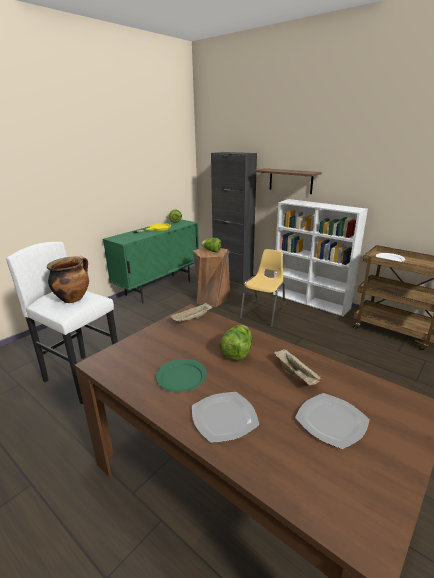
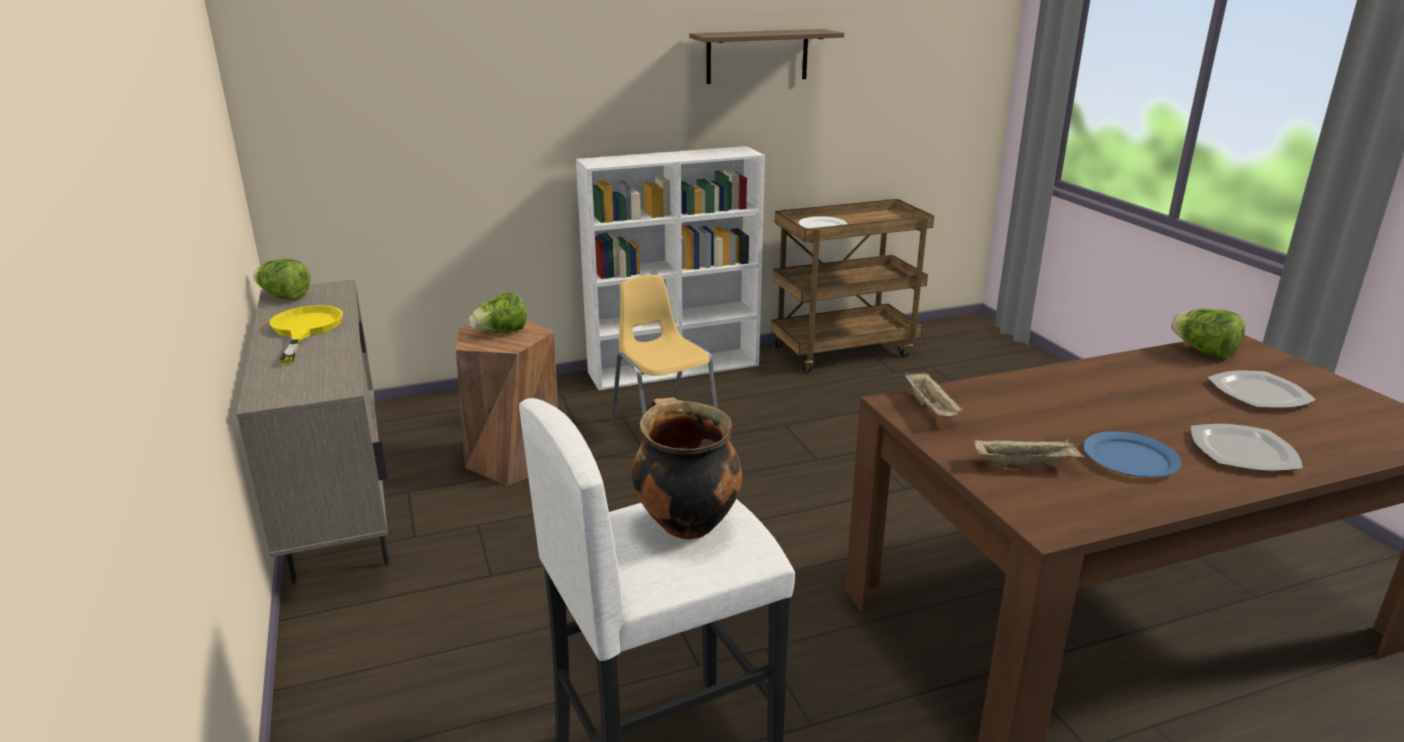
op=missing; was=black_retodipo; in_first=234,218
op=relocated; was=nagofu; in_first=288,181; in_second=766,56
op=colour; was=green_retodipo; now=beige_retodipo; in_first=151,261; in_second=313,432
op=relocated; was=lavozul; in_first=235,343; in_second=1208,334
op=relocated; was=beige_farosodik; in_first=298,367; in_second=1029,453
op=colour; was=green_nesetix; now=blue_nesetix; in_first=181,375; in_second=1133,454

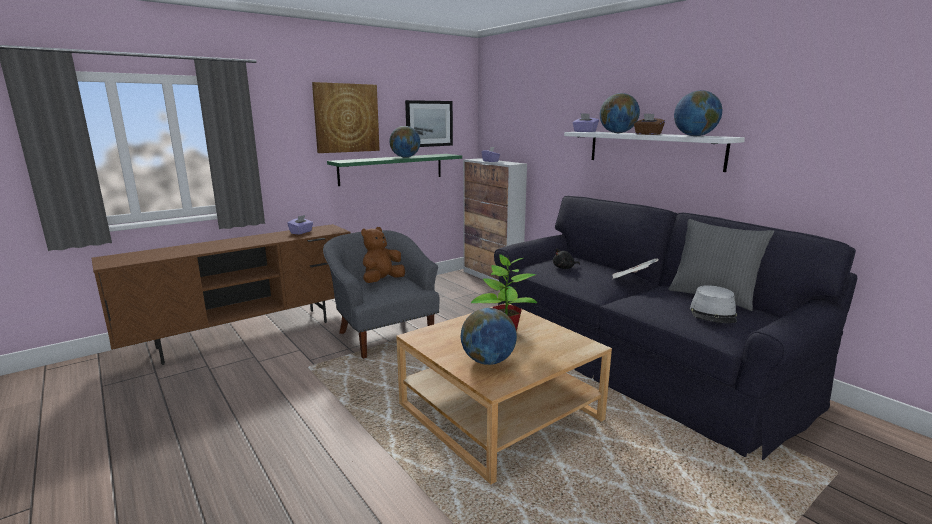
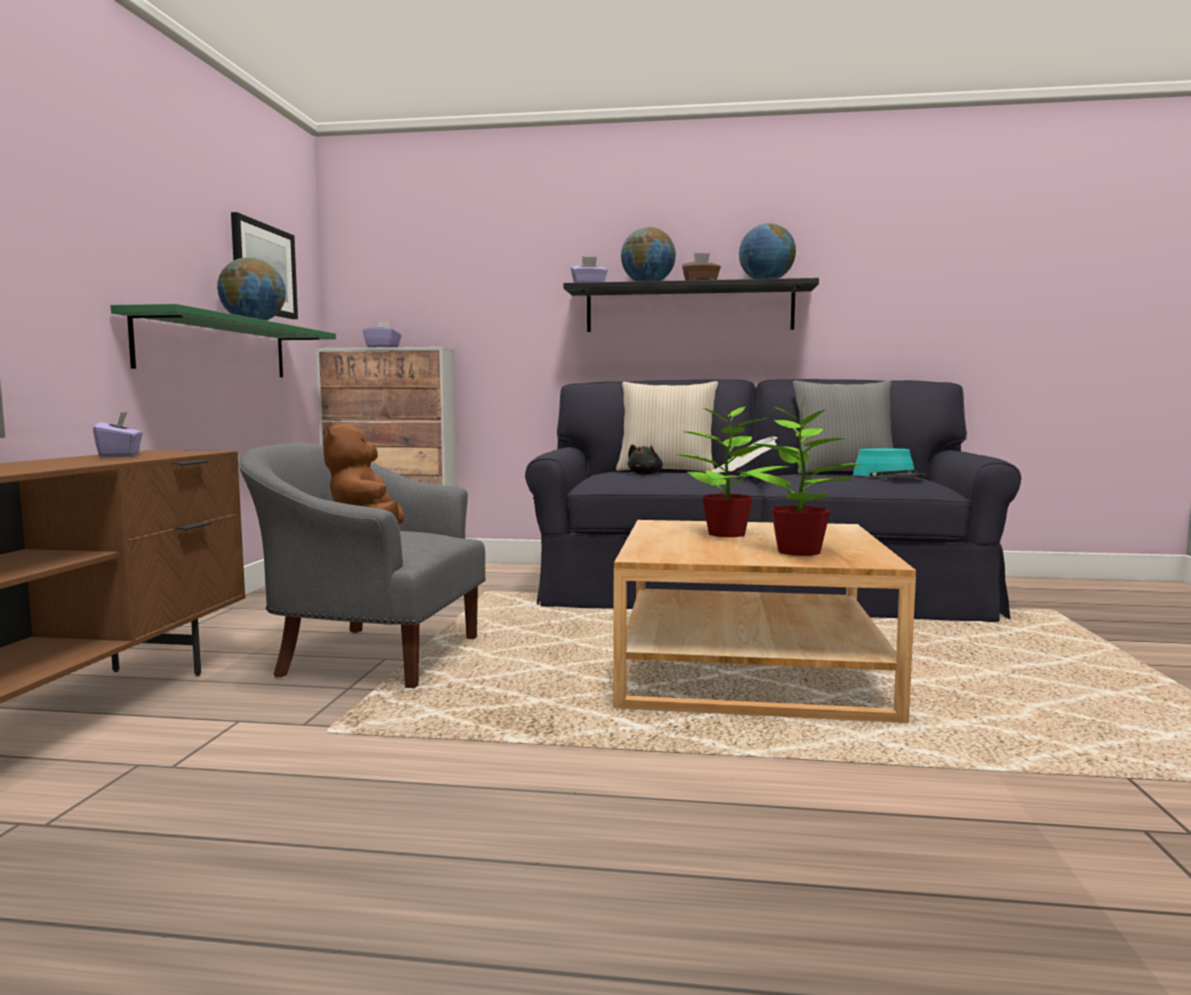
op=missing; was=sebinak; in_first=346,117
op=colour; was=white_nagofu; now=black_nagofu; in_first=654,152; in_second=691,305
op=colour; was=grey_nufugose; now=turquoise_nufugose; in_first=713,304; in_second=890,463
op=exchanged; was=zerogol; now=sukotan; in_first=489,336; in_second=800,478
op=appeared; now=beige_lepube; in_second=667,426

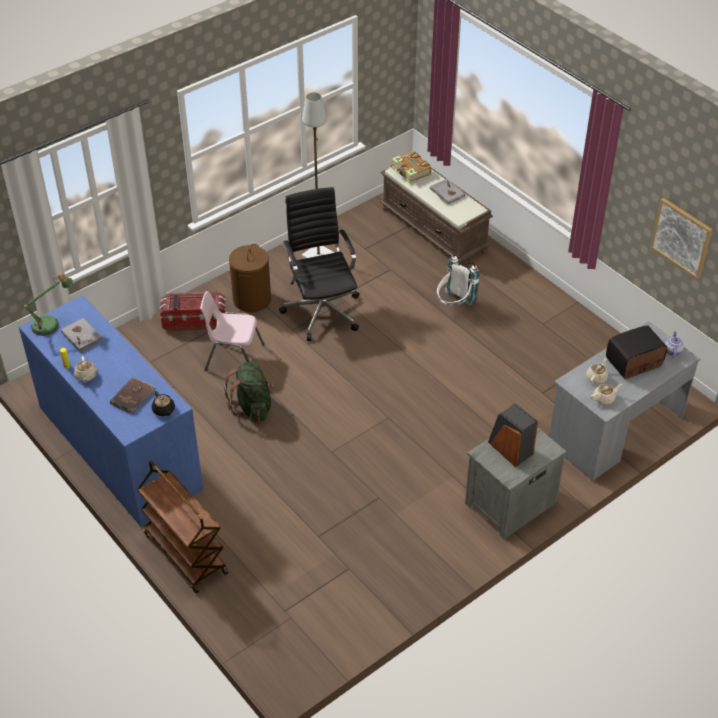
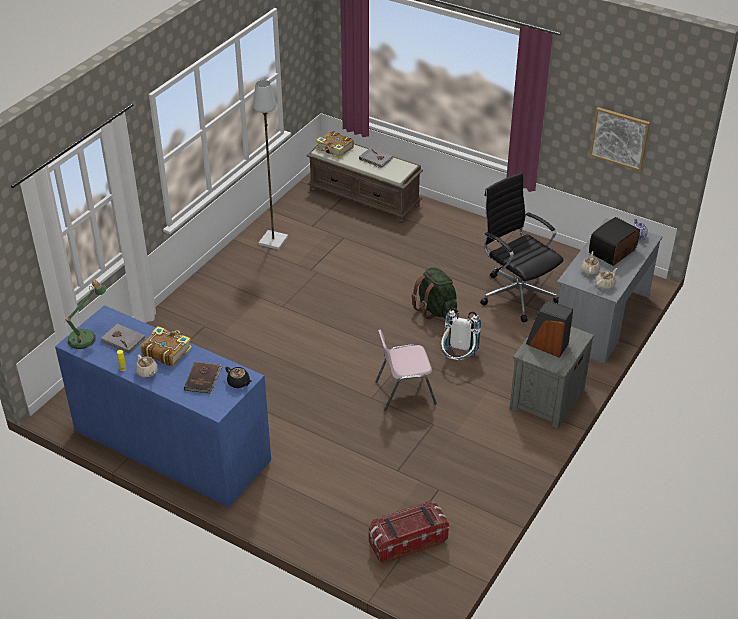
op=relocated; was=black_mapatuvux; in_first=319,264; in_second=521,247
op=missing; was=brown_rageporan; in_first=250,278
op=relocated; was=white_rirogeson; in_first=457,279; in_second=461,334
op=relocated; was=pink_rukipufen; in_first=232,331; in_second=406,370
op=relocated; was=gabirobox; in_first=193,311; in_second=409,533
op=relocated; was=green_rirogeson; in_first=249,392; in_second=434,293
op=missing; was=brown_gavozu; in_first=182,527
op=appeared; now=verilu; in_second=166,346

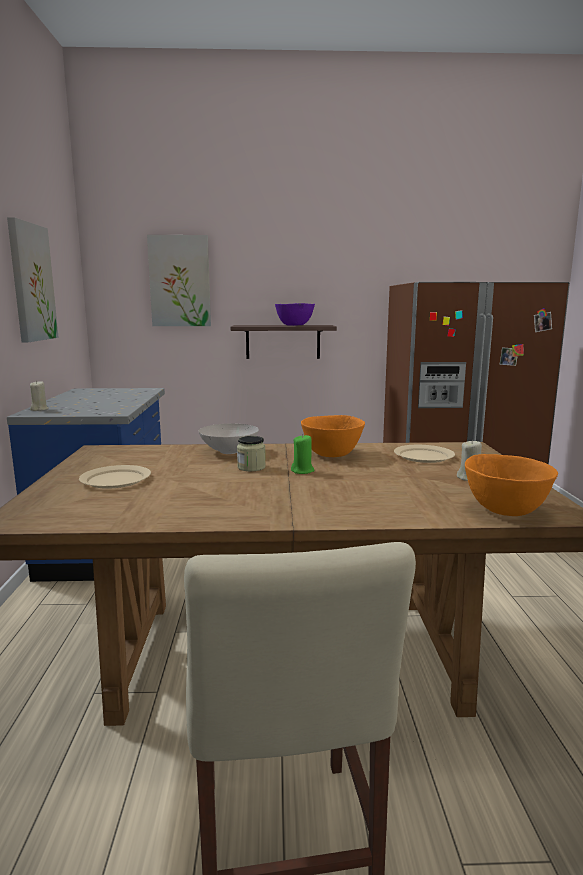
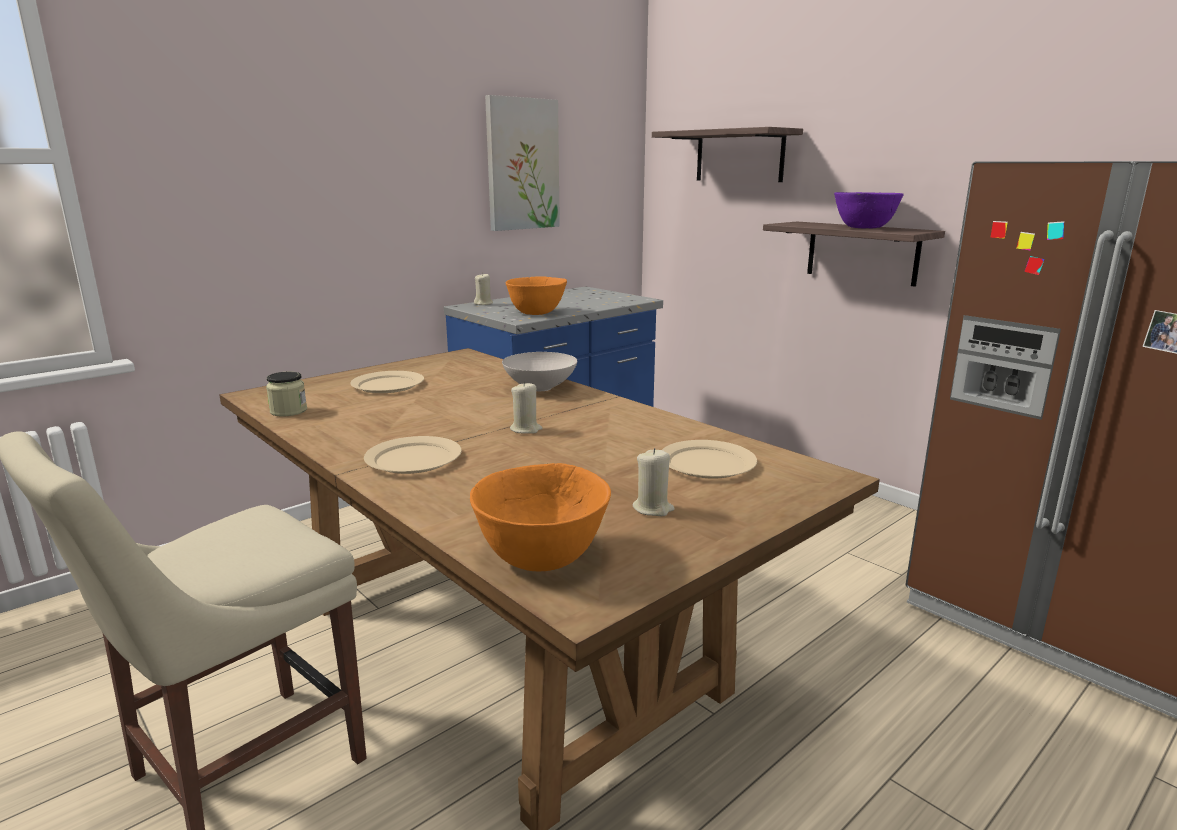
op=exchanged; was=sebinak; now=nagofu; in_first=179,280; in_second=727,154
op=relocated; was=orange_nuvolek; in_first=333,436; in_second=536,295
op=colour; was=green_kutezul; now=beige_kutezul; in_first=303,454; in_second=526,407
op=relocated; was=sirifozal; in_first=251,453; in_second=286,394
op=appeared; now=beige_nesetix; in_second=413,455

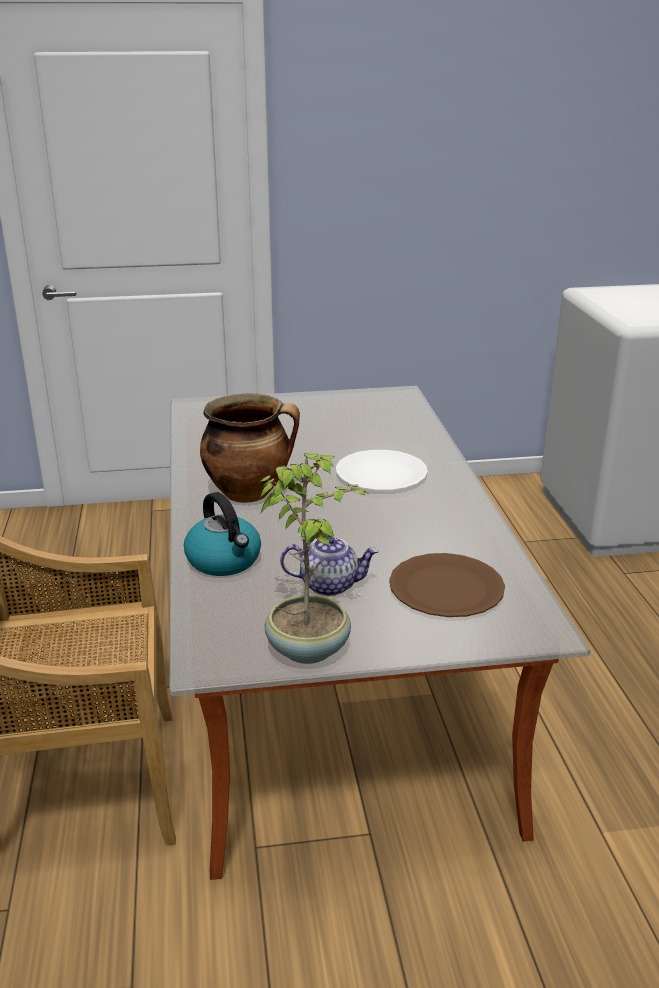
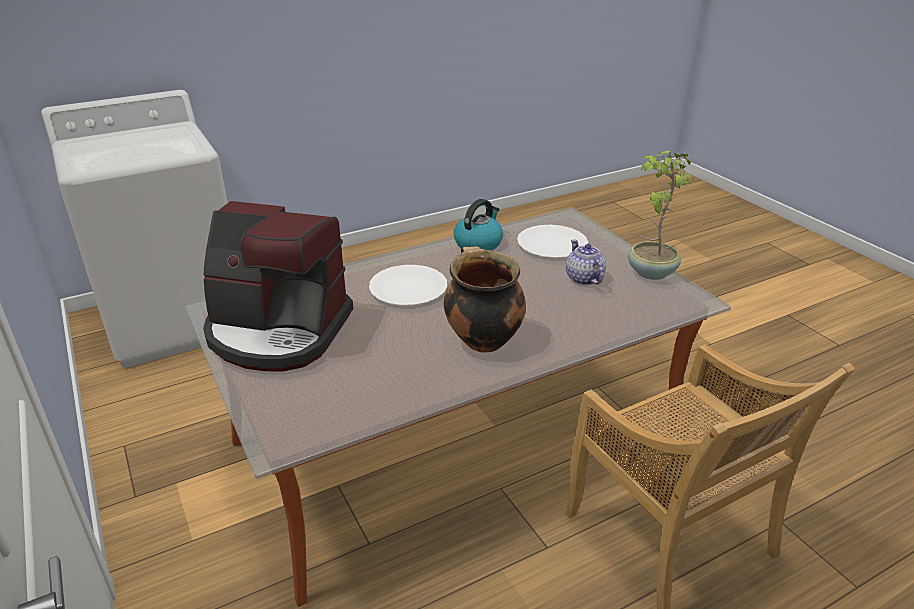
op=relocated; was=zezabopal; in_first=222,534; in_second=478,224
op=colour; was=brown_nesetix; now=white_nesetix; in_first=447,585; in_second=552,241
op=appeared; now=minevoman; in_second=278,286

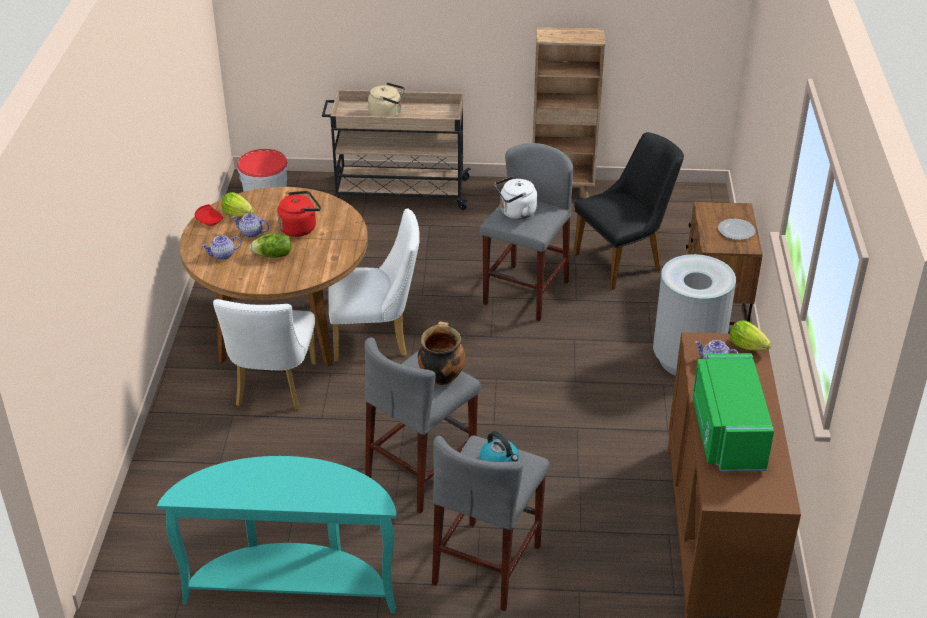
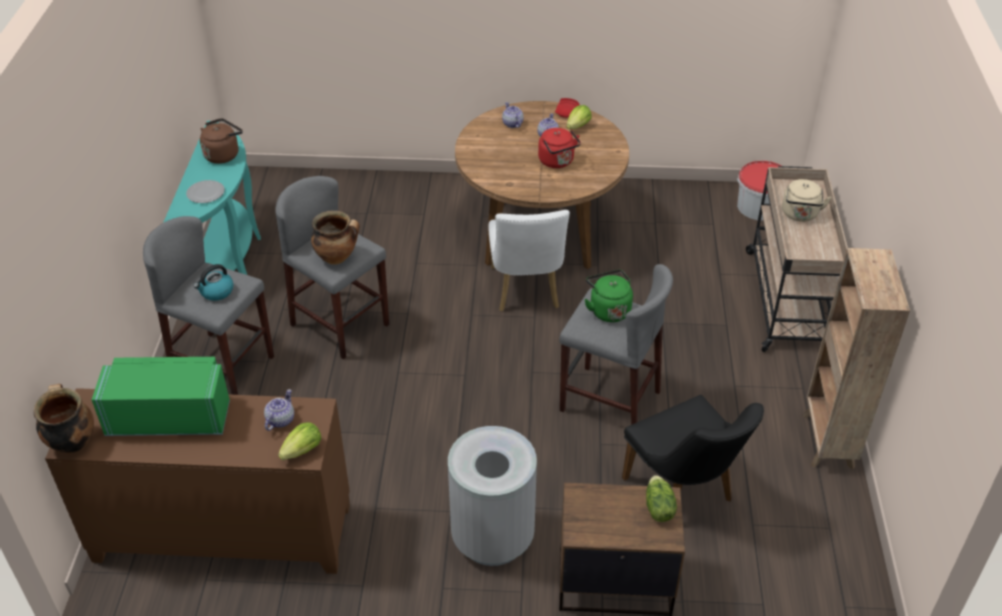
op=colour; was=white_zezabopal; now=green_zezabopal; in_first=516,198; in_second=608,296
op=relocated; was=nesetix; in_first=736,229; in_second=205,191
op=relocated; was=lavozul; in_first=270,245; in_second=661,498
op=missing; was=white_rukipufen; in_first=265,354
op=appeared; now=brown_zezabopal; in_second=221,141
op=appeared; now=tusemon; in_second=64,419

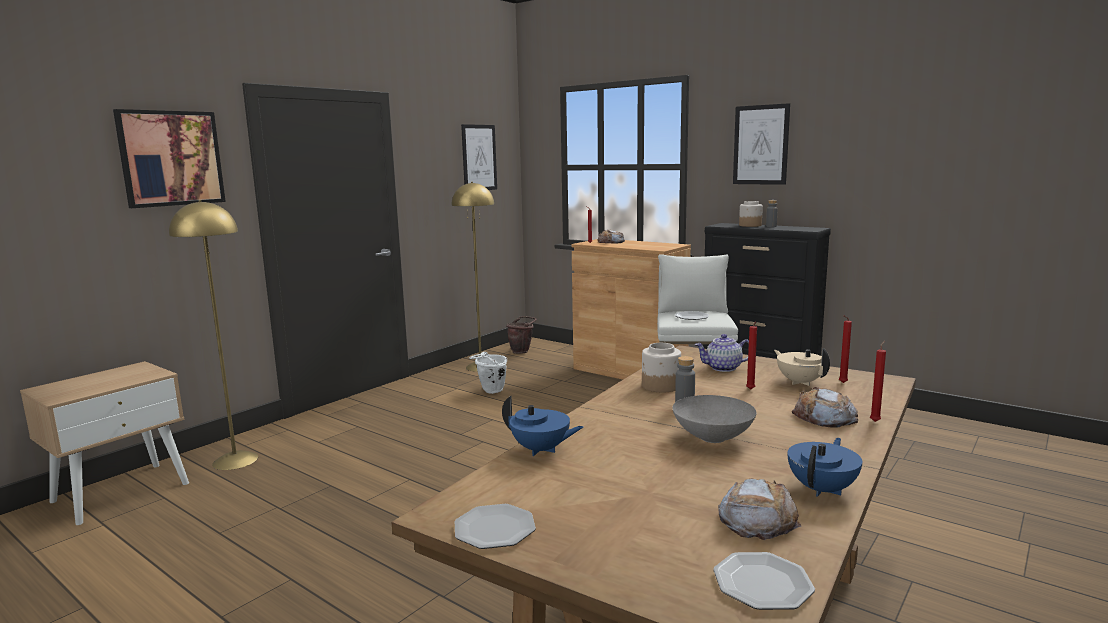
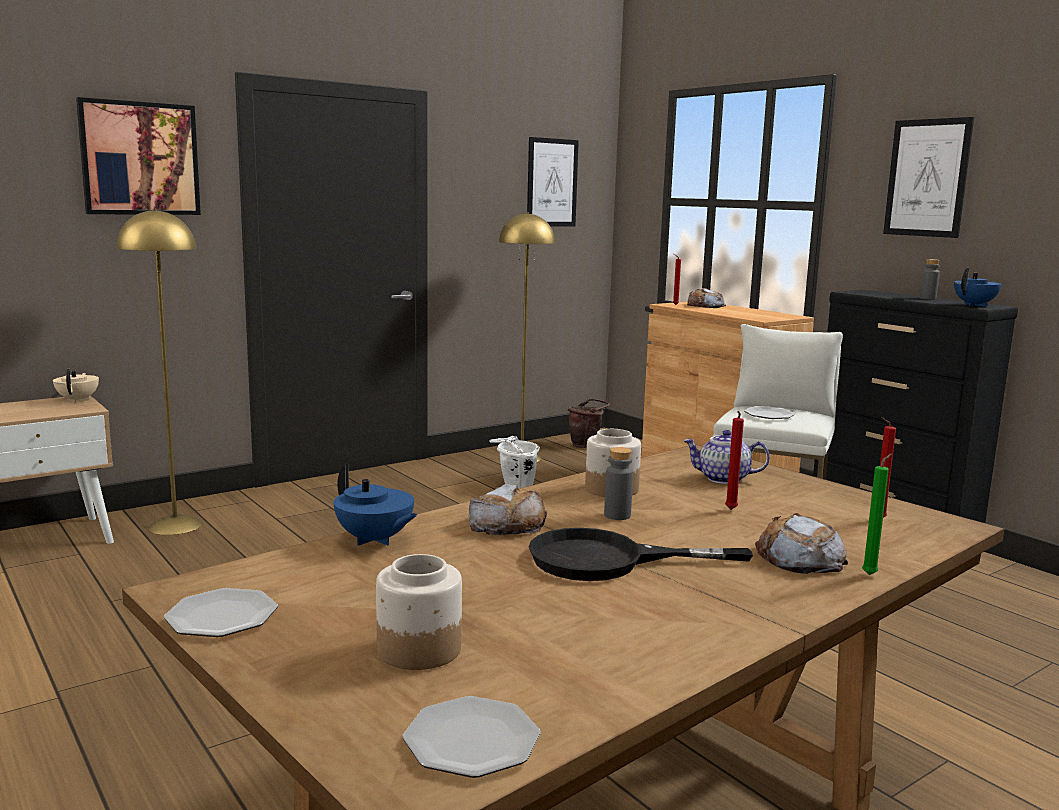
op=relocated; was=sirifozal; in_first=751,214; in_second=419,612
op=colour; was=red_kutezul; now=green_kutezul; in_first=878,381; in_second=877,514
op=relocated; was=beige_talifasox; in_first=802,367; in_second=76,386
op=exchanged; was=grey_nuvolek; now=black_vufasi; in_first=714,419; in_second=641,554
op=relocated; was=blue_talifasox; in_first=825,467; in_second=978,287
op=relocated; was=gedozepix; in_first=760,509; in_second=508,509

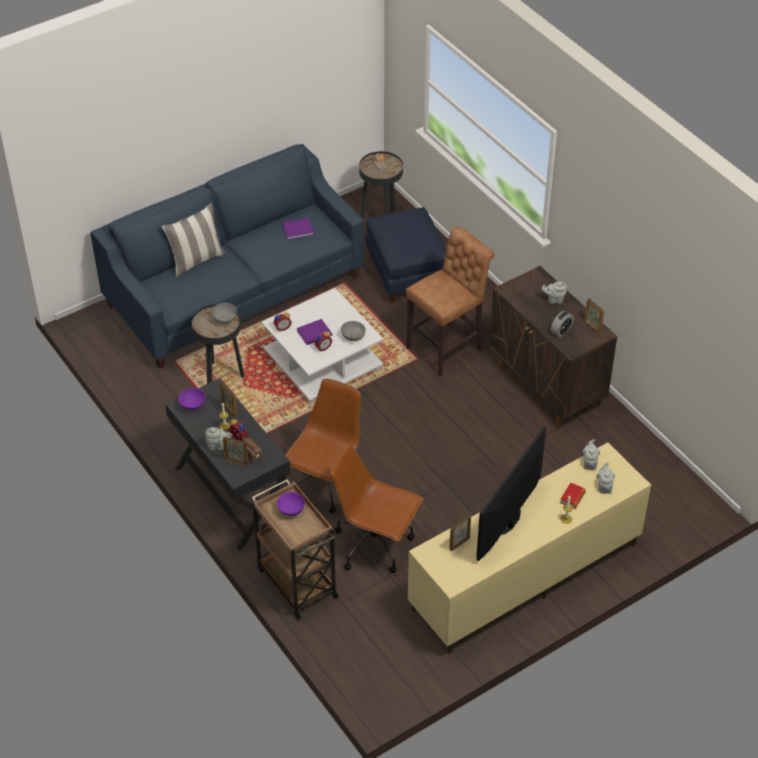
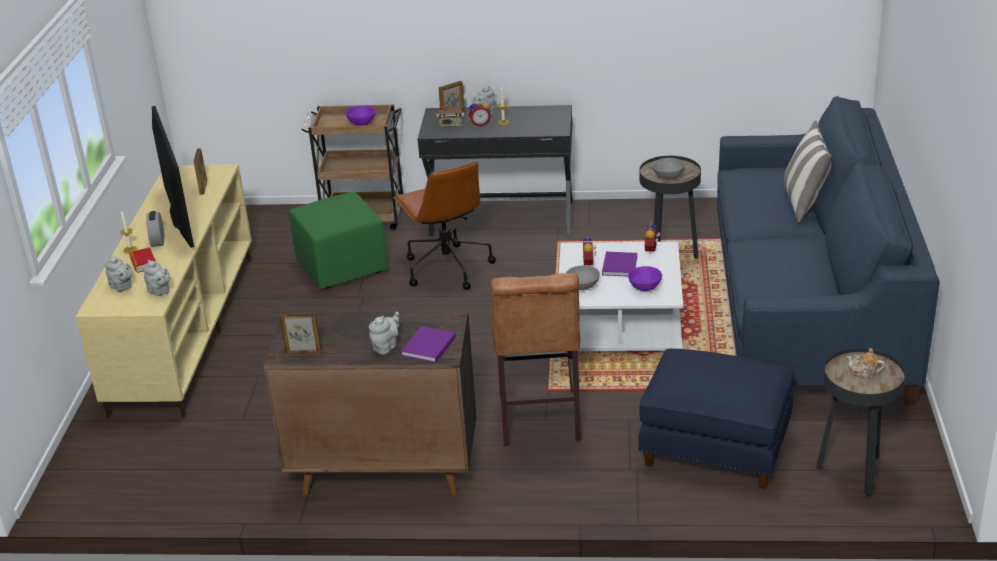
op=relocated; was=purple_verilu; in_first=298,228; in_second=428,344
op=relocated; was=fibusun; in_first=562,324; in_second=155,229
op=missing; was=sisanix; in_first=228,399
op=relocated; was=purple_nuvolek; in_first=192,399; in_second=645,278
op=exchanged; was=brown_mapatuvux; now=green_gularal; in_first=376,508; in_second=338,240

